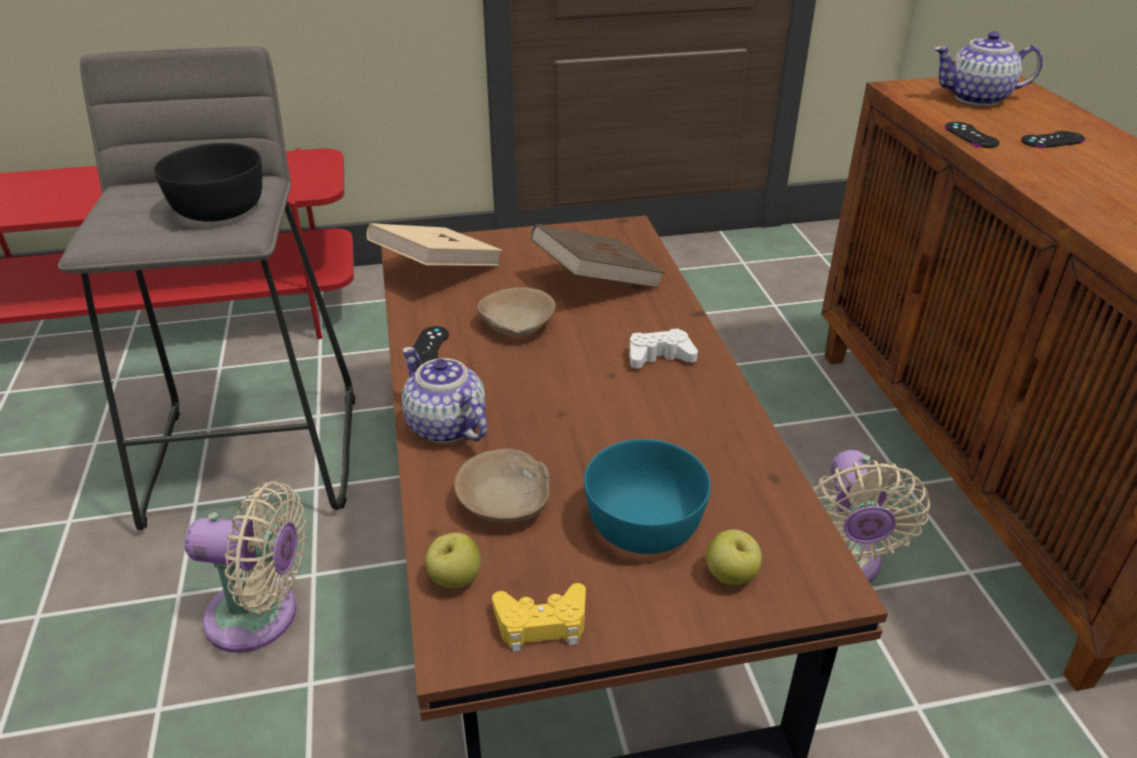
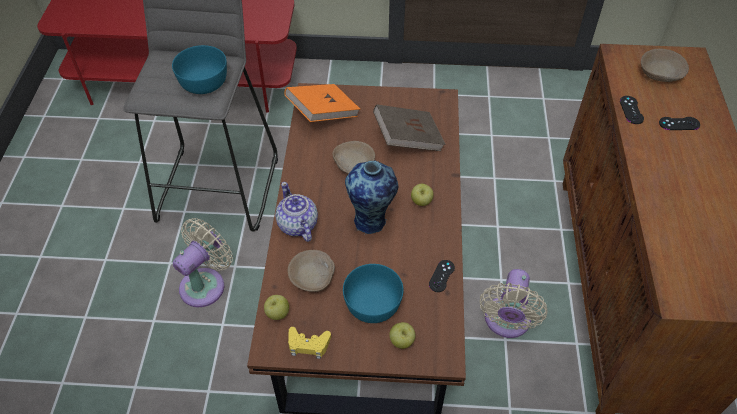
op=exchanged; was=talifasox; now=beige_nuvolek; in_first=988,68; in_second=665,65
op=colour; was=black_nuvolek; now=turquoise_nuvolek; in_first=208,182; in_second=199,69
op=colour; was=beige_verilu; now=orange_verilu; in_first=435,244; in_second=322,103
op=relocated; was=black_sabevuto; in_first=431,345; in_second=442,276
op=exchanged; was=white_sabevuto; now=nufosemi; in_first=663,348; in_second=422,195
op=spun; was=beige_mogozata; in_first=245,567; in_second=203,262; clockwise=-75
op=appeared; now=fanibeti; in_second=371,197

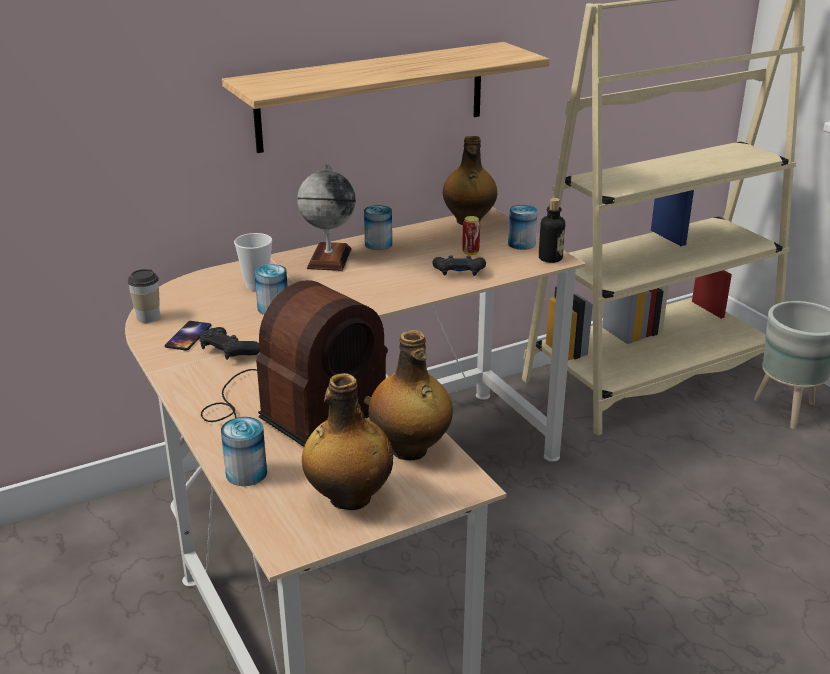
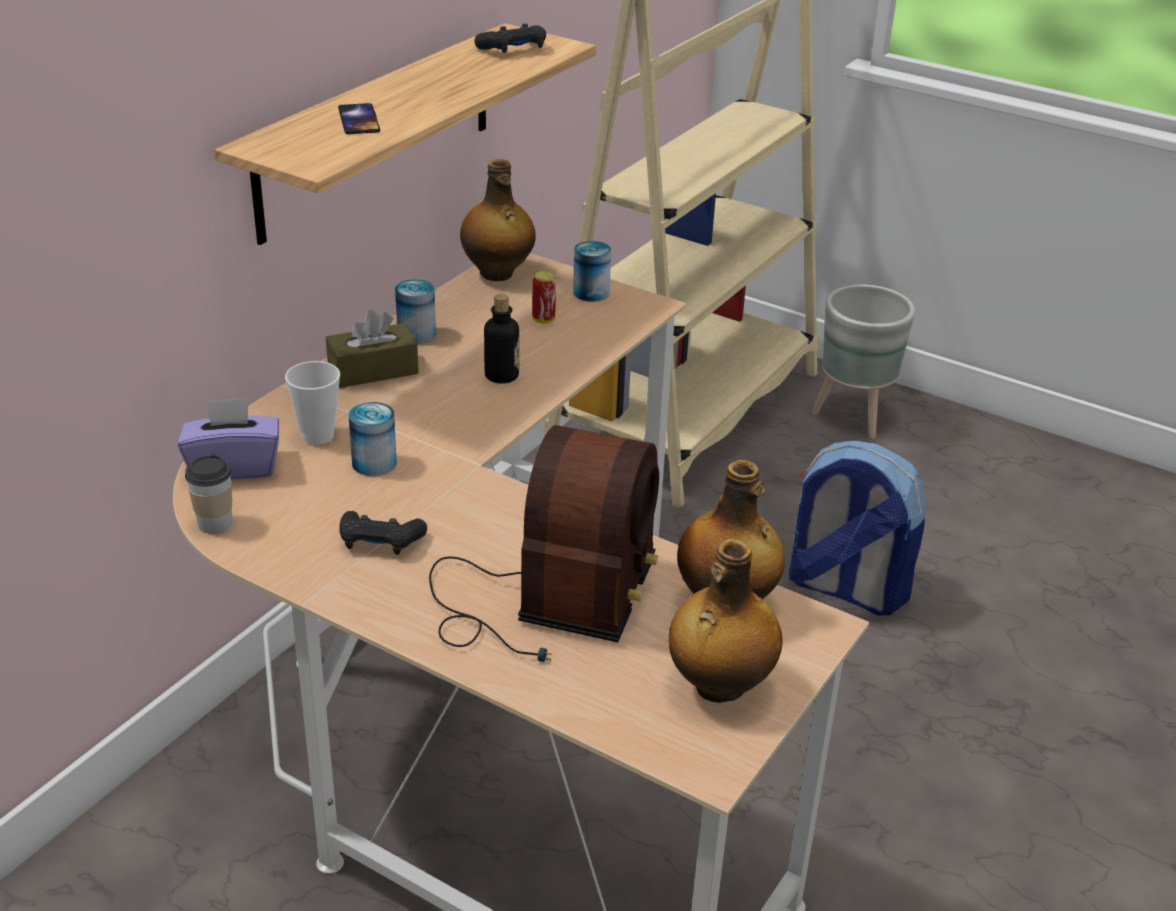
op=exchanged; was=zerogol; now=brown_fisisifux; in_first=326,218; in_second=372,349
op=relocated; was=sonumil; in_first=552,230; in_second=501,339
op=relocated; was=black_sabevuto; in_first=459,265; in_second=510,38
op=relocated; was=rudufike; in_first=188,336; in_second=359,118
op=missing; was=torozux; in_first=244,451
op=appeared; now=purple_fisisifux; in_second=228,439
op=appeared; now=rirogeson; in_second=857,528

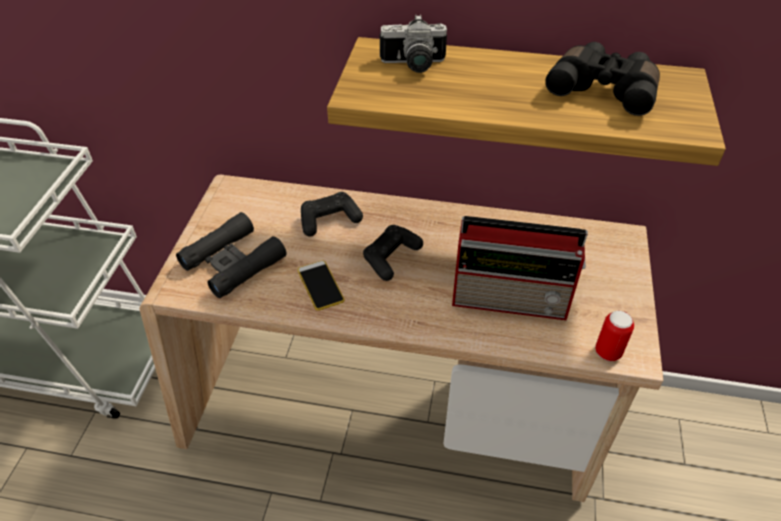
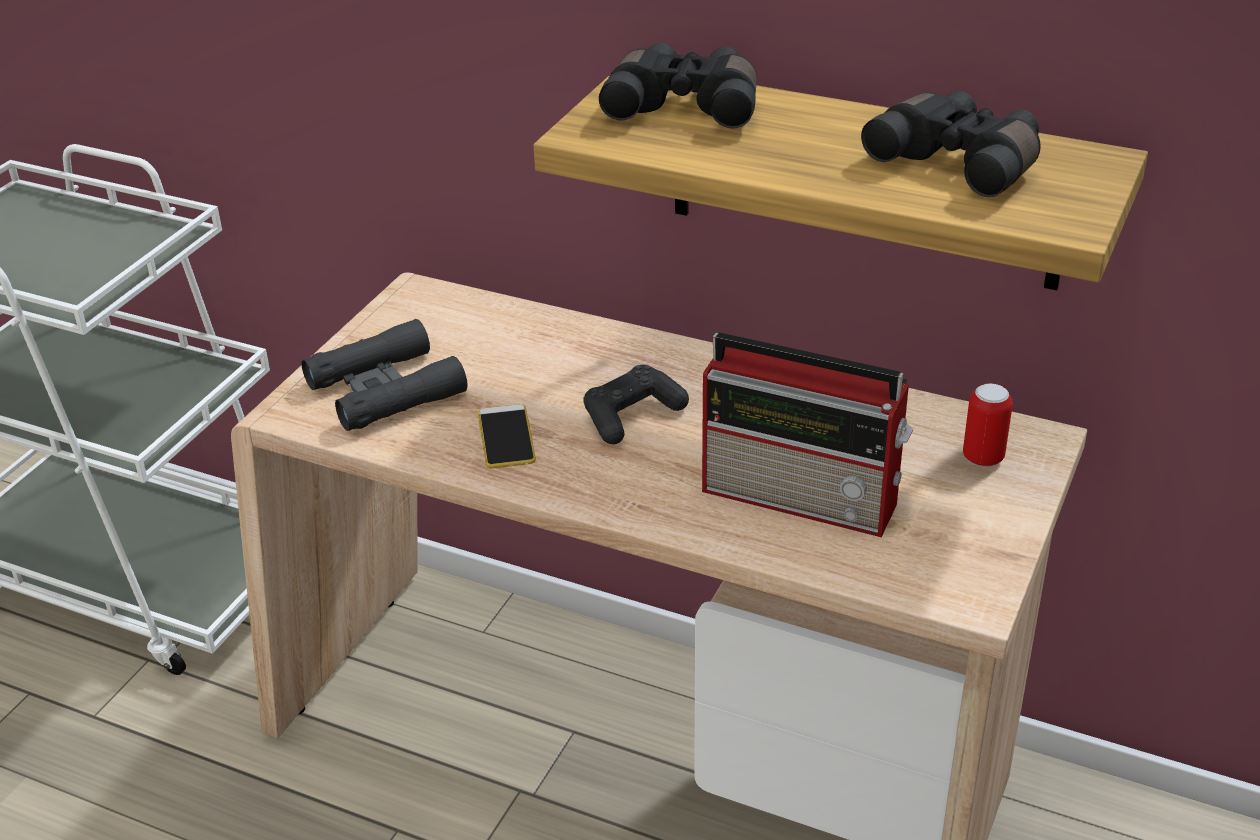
op=exchanged; was=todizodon; now=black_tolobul; in_first=413,43; in_second=678,85
op=missing; was=black_sabevuto; in_first=332,214
op=relocated; was=torozux; in_first=614,336; in_second=988,425

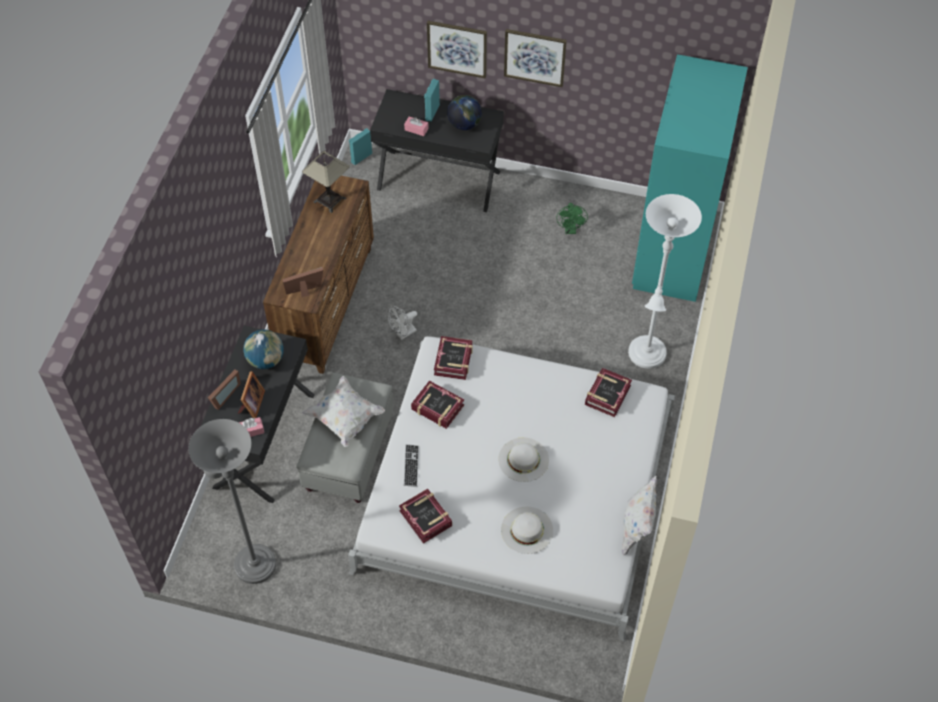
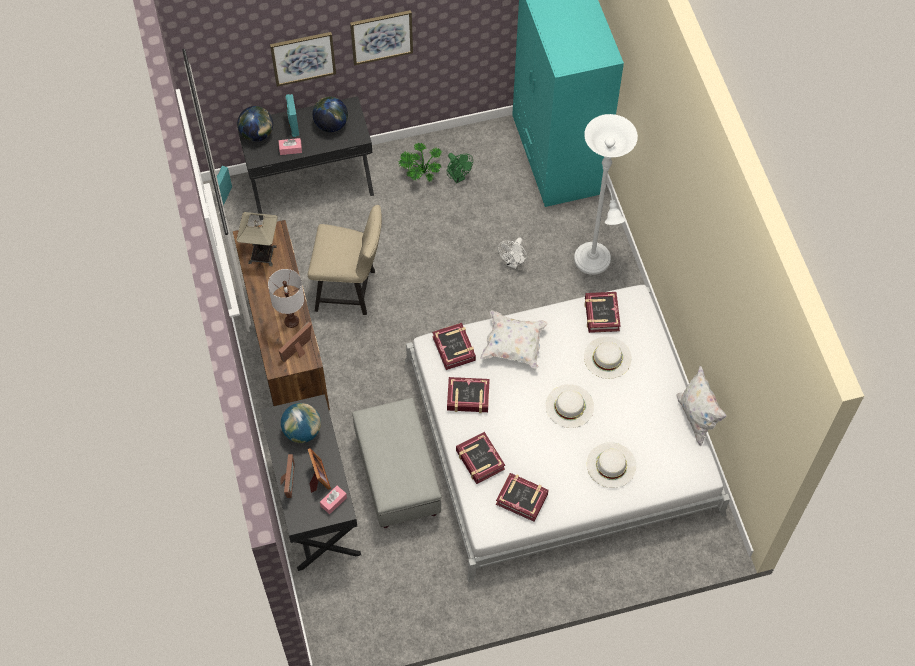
op=relocated; was=white_mogozata; in_first=402,323; in_second=512,253
op=relocated; was=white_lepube; in_first=343,411; in_second=514,339
op=missing; was=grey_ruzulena; in_first=232,501
op=exchanged; was=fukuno; now=verilu; in_first=411,465; in_second=480,458
op=appeared; now=zerogol; in_second=255,124
op=appeared; now=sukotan; in_second=420,162
op=appeared; now=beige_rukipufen; in_second=345,260
op=appeared; now=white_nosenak; in_second=286,298
op=appeared; now=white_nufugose; in_second=608,358

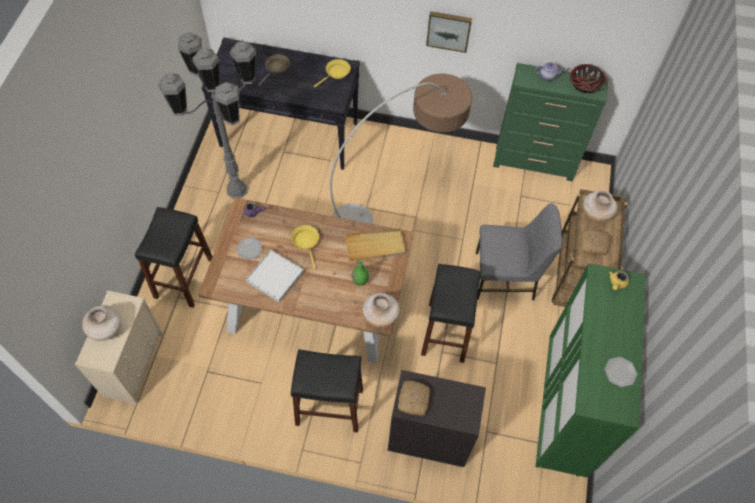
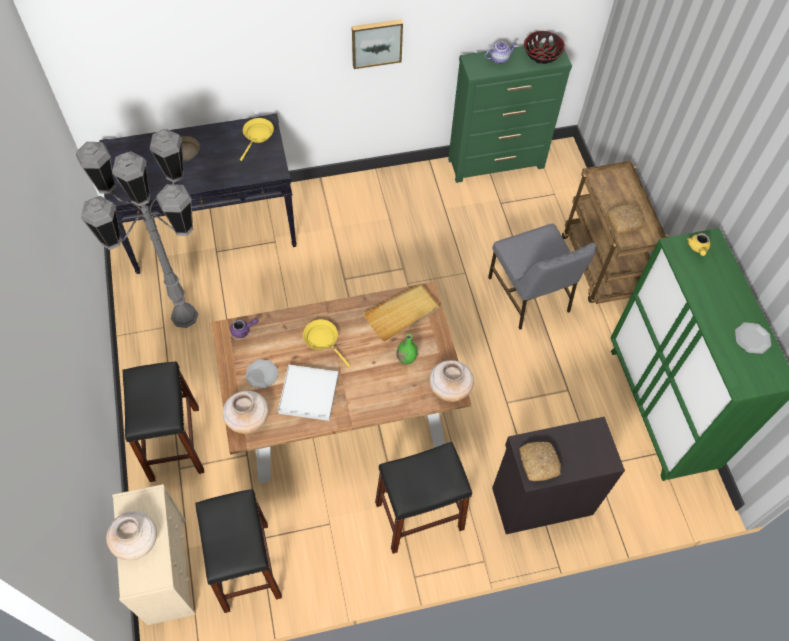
op=missing; was=ruzulena; in_first=401,149
op=relocated; was=beige_fanibeti; in_first=600,206; in_second=246,412
op=spun; was=grey_rukipufen; in_first=519,251; in_second=542,276; clockwise=90
op=relocated; was=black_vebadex; in_first=451,313; in_second=238,551

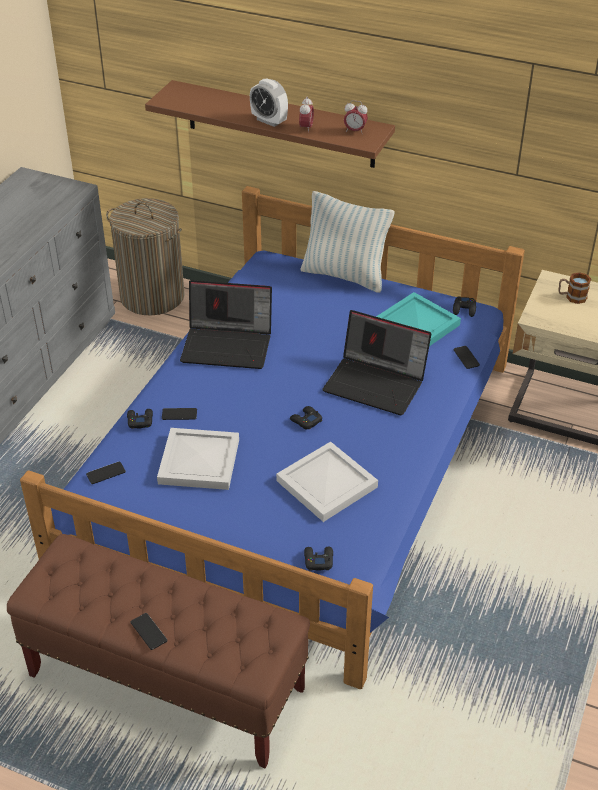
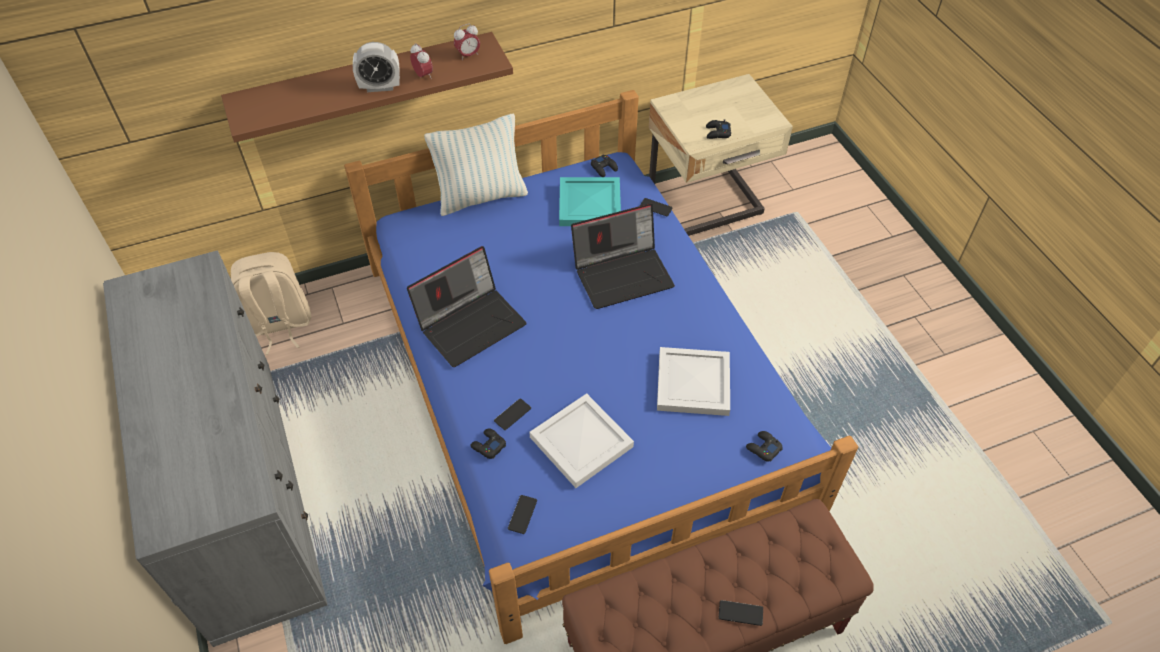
op=exchanged; was=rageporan; now=beige_rirogeson; in_first=145,257; in_second=271,303
op=missing; was=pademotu; in_first=574,288
op=relocated; was=black_sabevuto; in_first=306,417; in_second=718,129

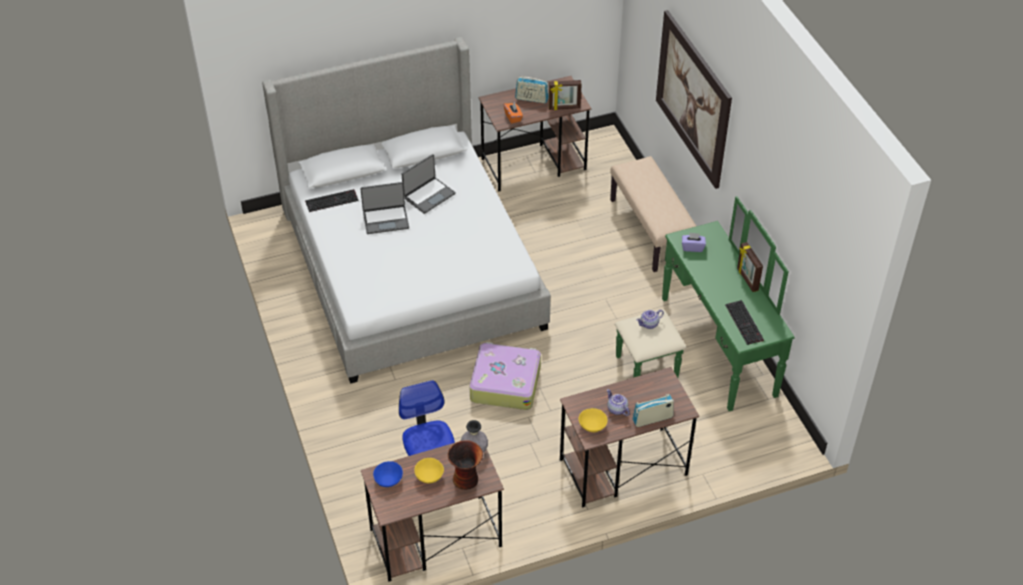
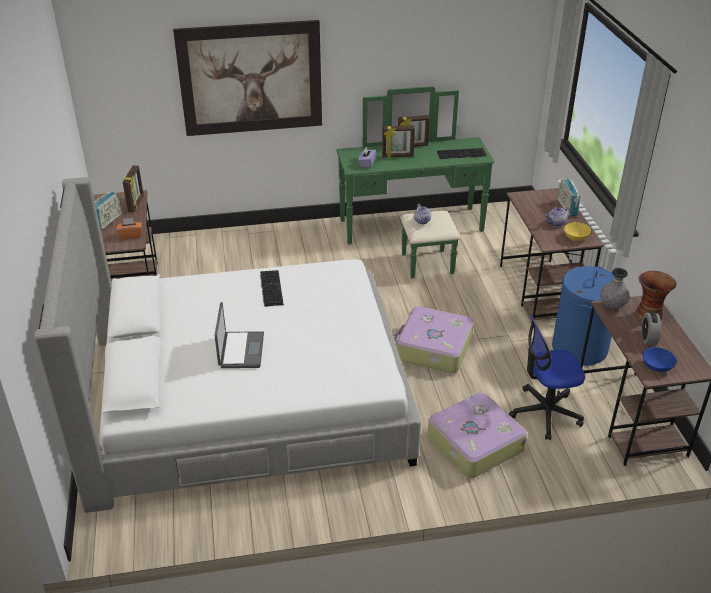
op=missing; was=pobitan; in_first=429,184
op=missing; was=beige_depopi; in_first=653,214
op=relocated; was=fukuno; in_first=332,200; in_second=272,288
op=exchanged; was=yellow_nuvolek; now=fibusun; in_first=429,470; in_second=651,328
op=appeared; now=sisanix; in_second=398,142
op=appeared; now=blue_rageporan; in_second=583,316
op=appeared; now=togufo; in_second=477,435

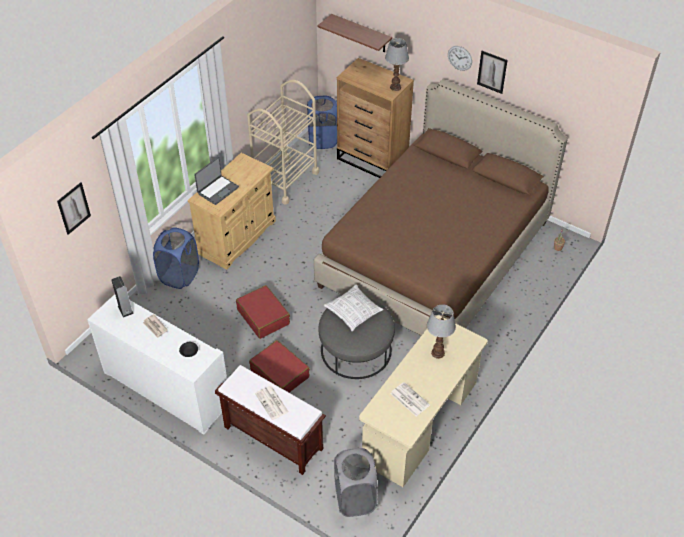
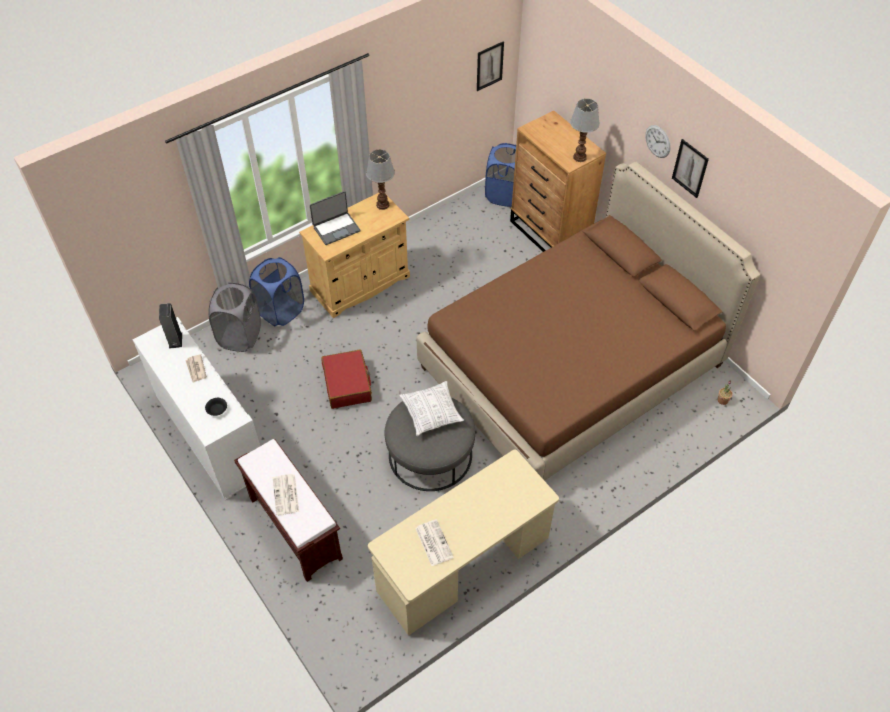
op=missing; was=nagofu; in_first=355,33
op=missing; was=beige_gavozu; in_first=283,142
op=relocated; was=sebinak; in_first=74,208; in_second=490,66
op=relocated; was=nosenak; in_first=441,331; in_second=380,180
op=missing; was=red_togufo; in_first=279,366
op=relocated; was=grey_rageporan; in_first=356,482; in_second=235,317

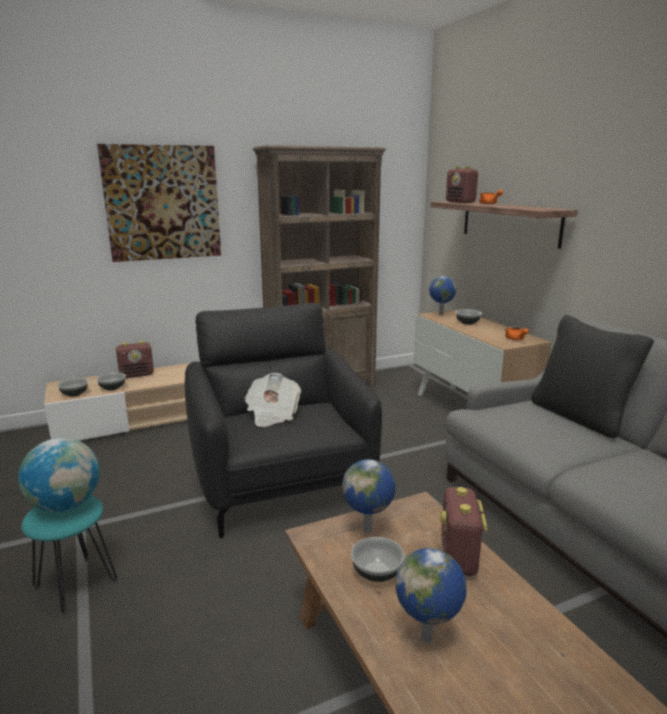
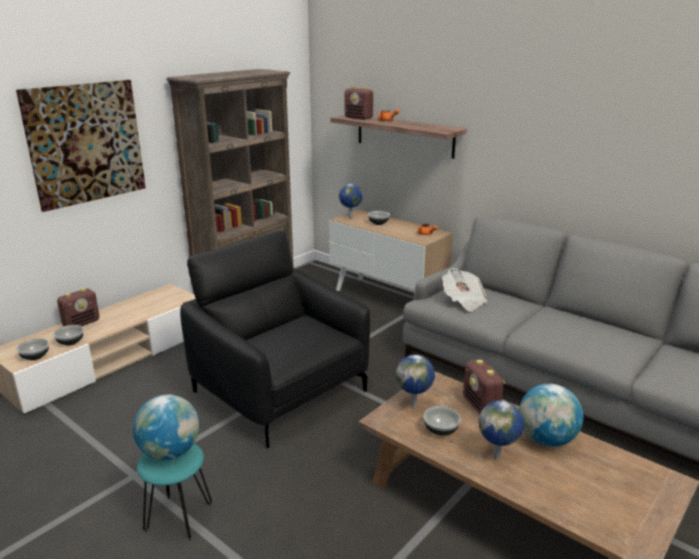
op=missing; was=black_lepube; in_first=592,376
op=relocated; was=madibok; in_first=273,400; in_second=464,289
op=appeared; now=zerogol; in_second=551,415

